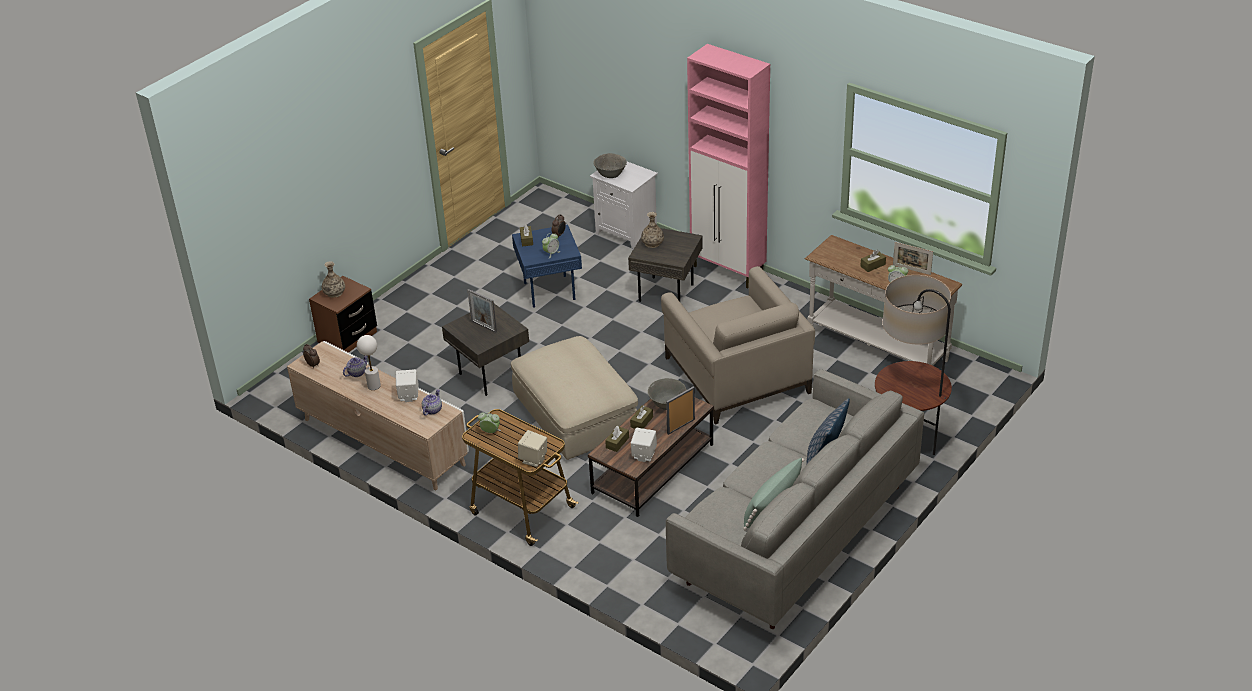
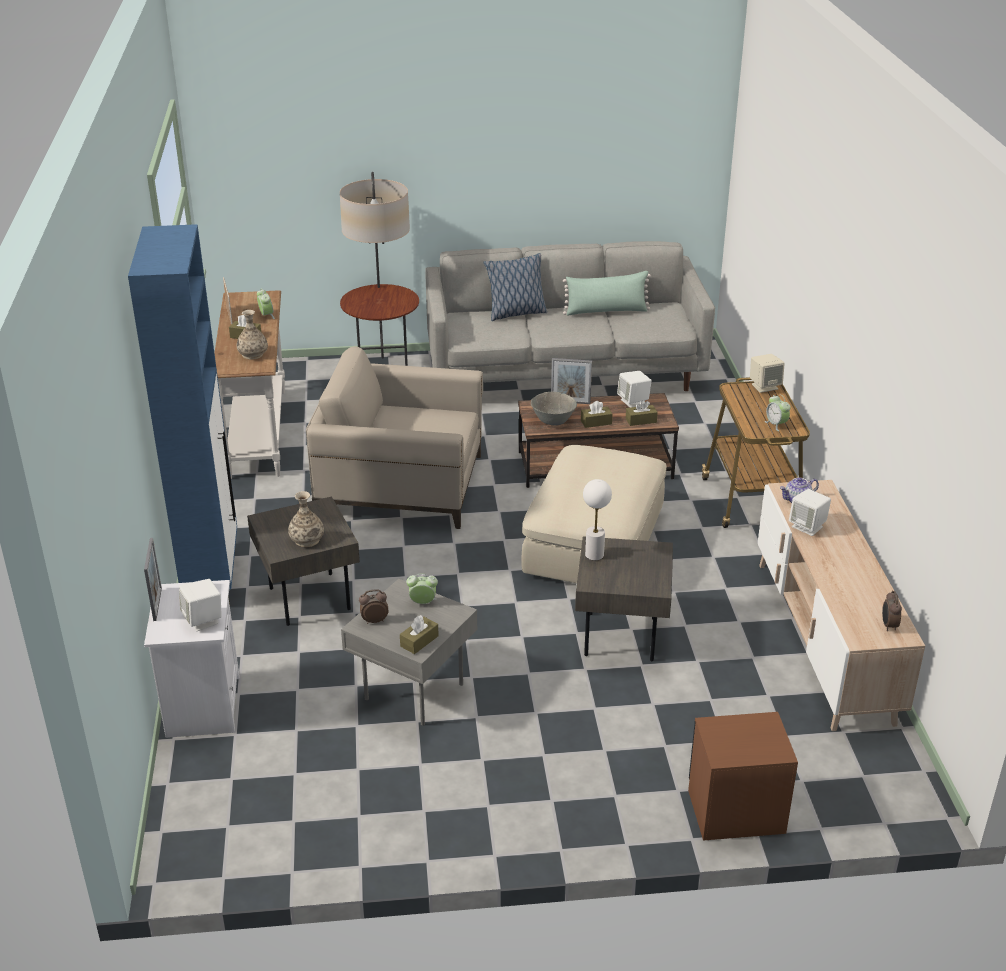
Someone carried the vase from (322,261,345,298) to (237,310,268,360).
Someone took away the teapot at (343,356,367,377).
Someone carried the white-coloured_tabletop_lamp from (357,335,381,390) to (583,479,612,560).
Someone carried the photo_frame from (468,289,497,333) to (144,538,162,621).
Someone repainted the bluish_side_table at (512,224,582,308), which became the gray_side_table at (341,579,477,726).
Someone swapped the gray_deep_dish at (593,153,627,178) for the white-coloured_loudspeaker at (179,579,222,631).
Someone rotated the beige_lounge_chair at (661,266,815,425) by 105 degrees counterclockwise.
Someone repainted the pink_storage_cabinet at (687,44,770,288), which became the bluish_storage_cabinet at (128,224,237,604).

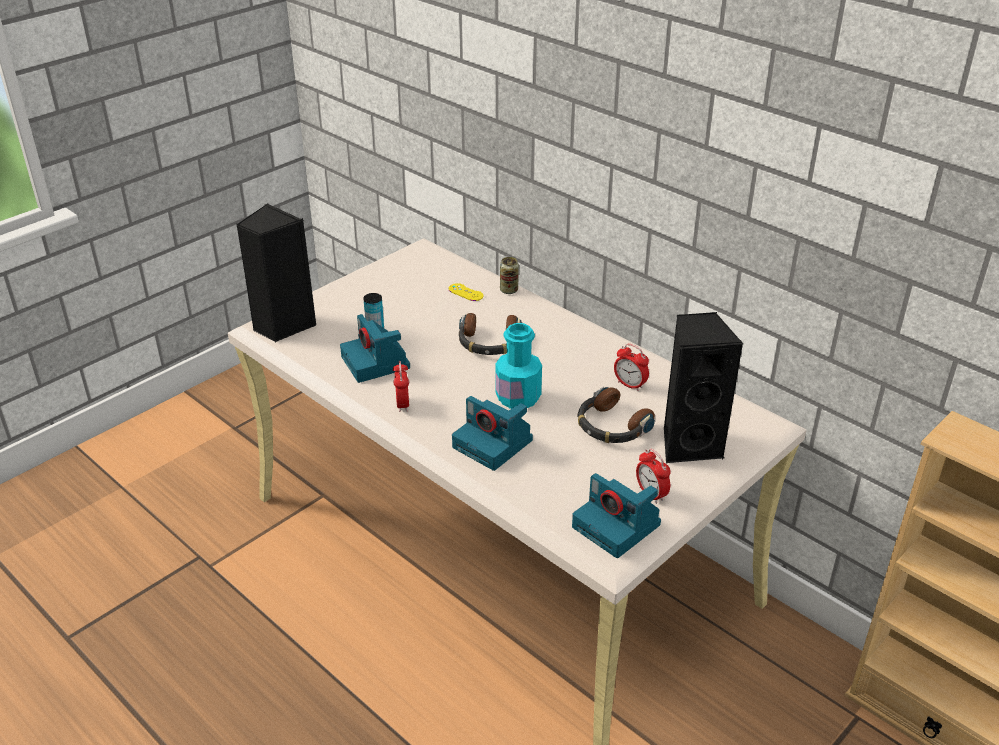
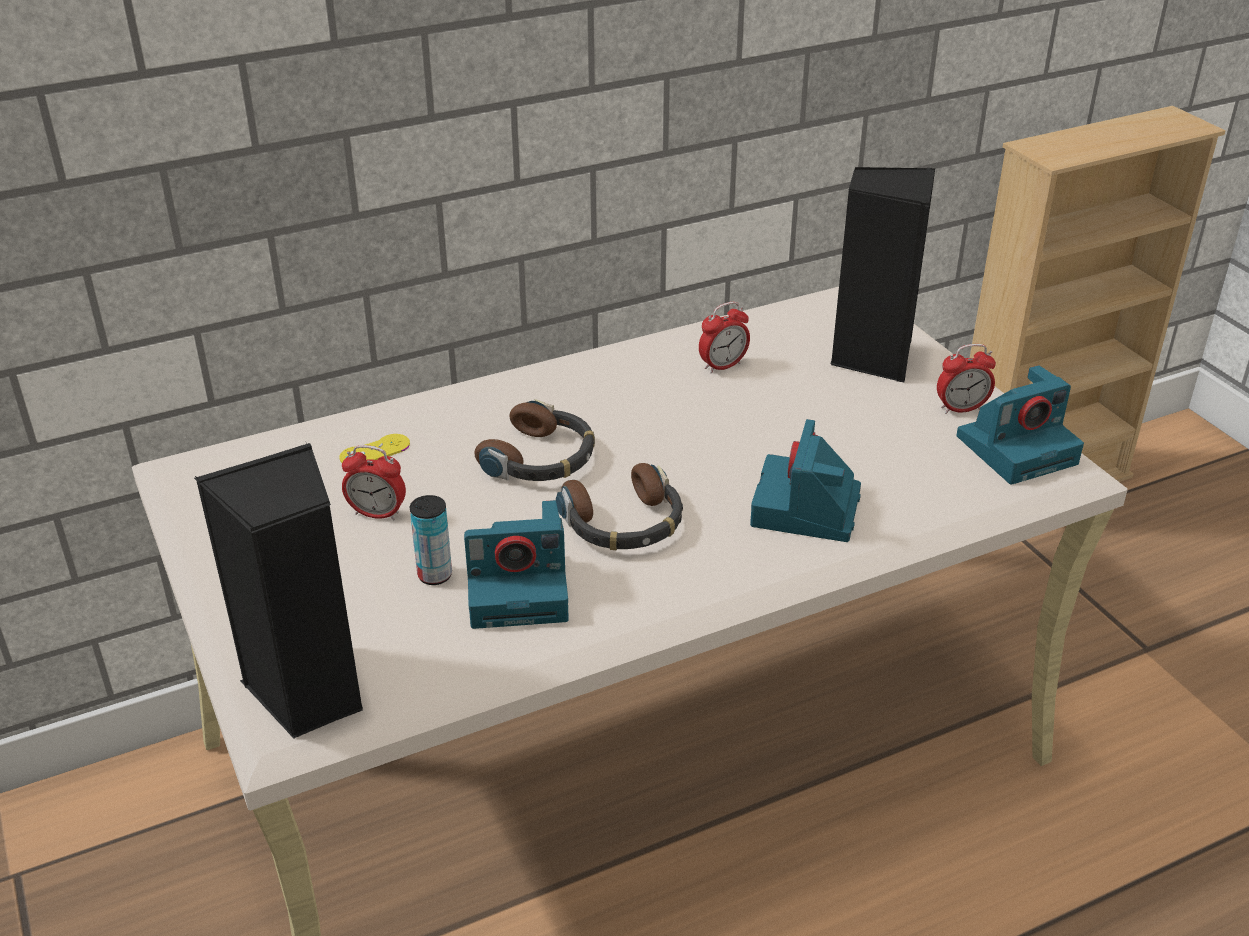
Someone carried the table_clock from (393,361,409,412) to (342,445,406,520).
Someone rotated the photo_camera at (452,396,533,471) by 135 degrees clockwise.
Someone took away the turquoise-coloured_beverage_bottle at (496,323,542,409).
Someone took away the can at (500,257,519,294).
Someone carried the headset from (578,387,655,443) to (556,463,683,551).

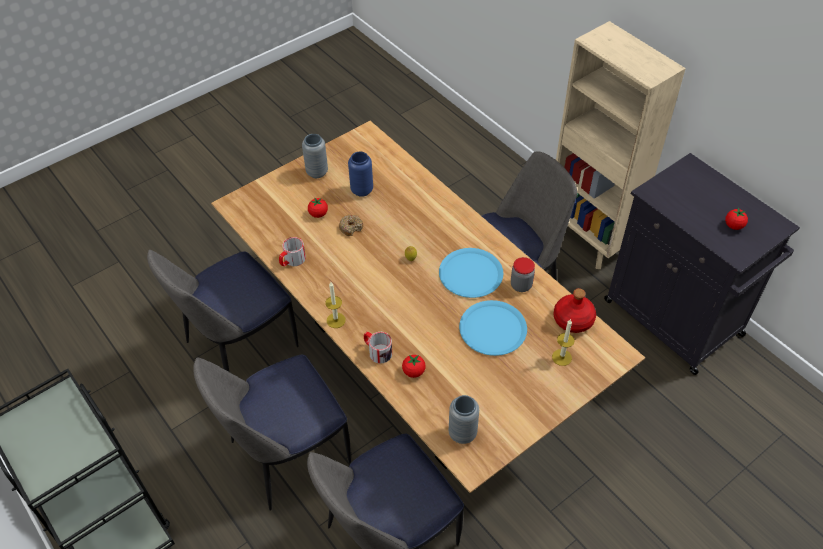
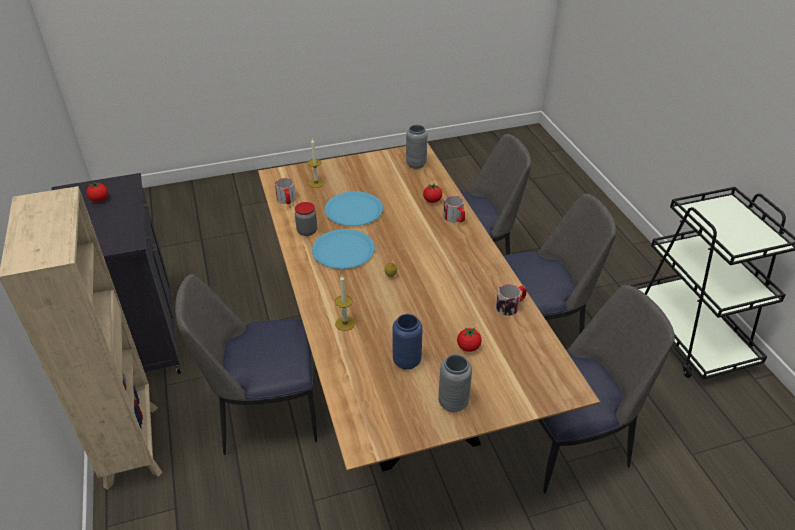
Someone carried the wax_light from (325,282,346,328) to (335,275,355,331).
Someone took away the doughnut at (339,215,363,236).
Someone swapped the reddish_beverage_bottle at (554,288,596,333) for the coffee_mug at (275,178,296,204).

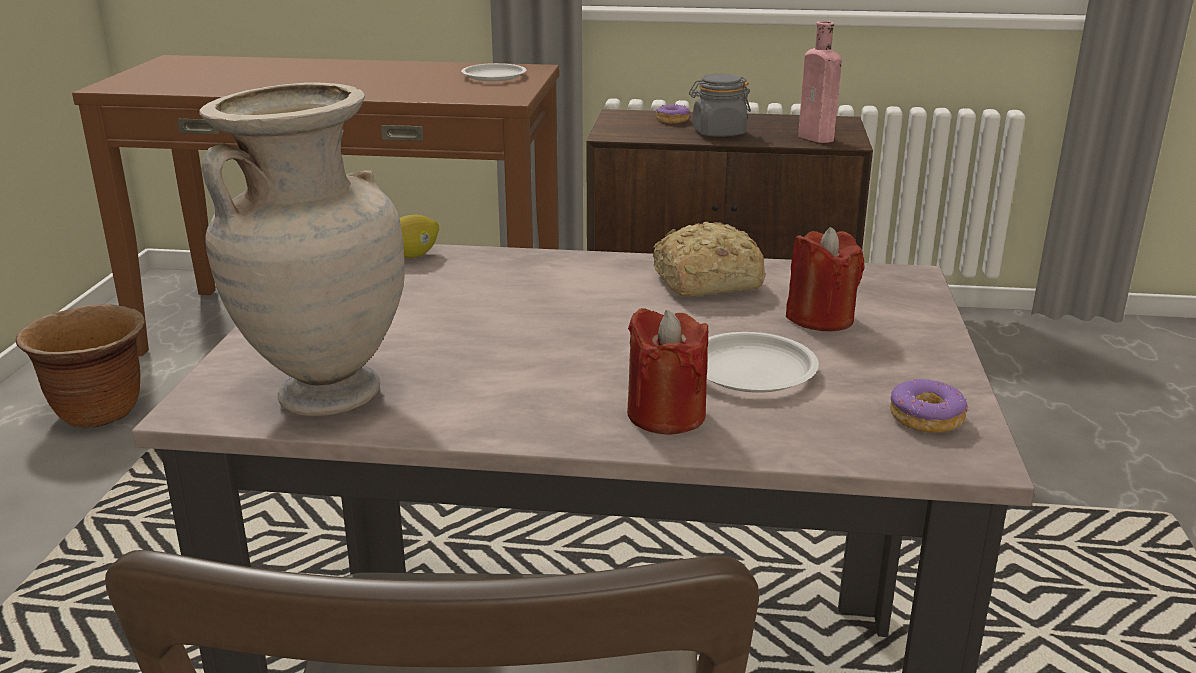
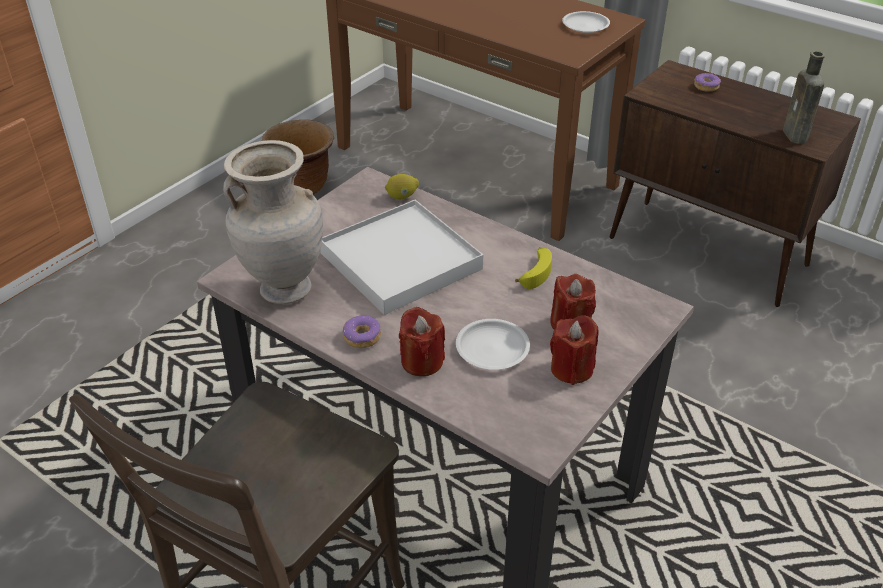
Someone swapped the bread at (653,222,766,297) for the banana at (515,247,552,289).
Someone took away the gray_preserve_jar at (689,74,751,137).
Someone repainted the pink_beverage_bottle at (798,21,842,143), which became the brown_beverage_bottle at (783,51,825,144).
Someone carried the doughnut from (890,379,969,433) to (343,316,381,348).
Someone put down the white-coloured_carrying_tray at (320,200,483,315).
Someone put down the reddish_wax_light at (550,315,598,385).

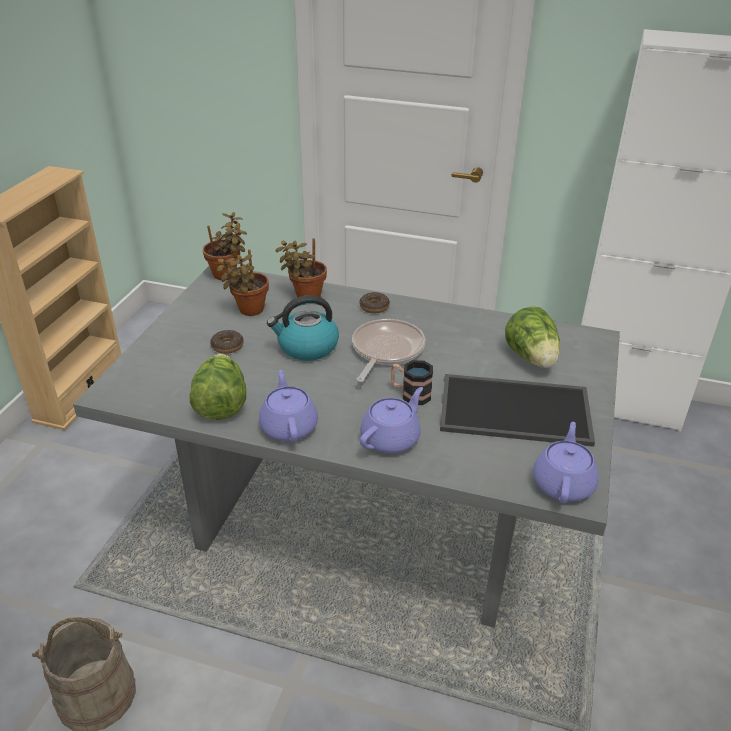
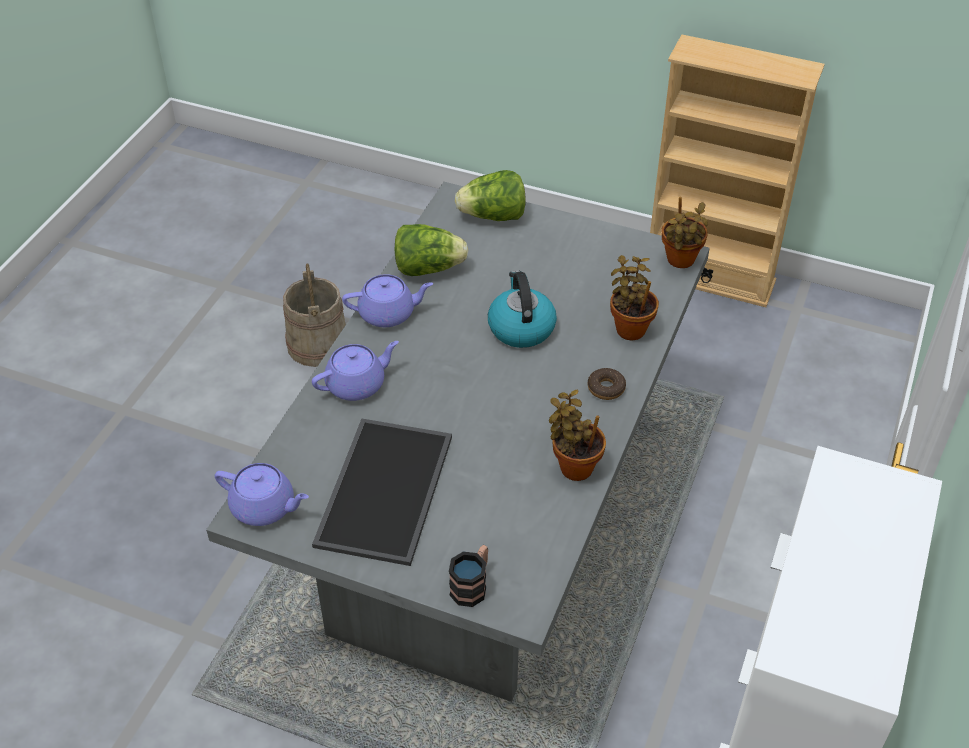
Someone took away the doughnut at (210,330,244,354).
Someone carried the plant_in_a_pot from (217,249,269,316) to (549,389,606,481).
Someone took away the frying_pan at (352,319,425,382).
Someone rotated the purplish_teapot at (360,387,423,454) by 75 degrees counterclockwise.
Someone carried the coffee_mug from (391,360,433,405) to (449,545,488,607).
Someone carried the lettuce from (505,306,560,368) to (455,170,526,221).

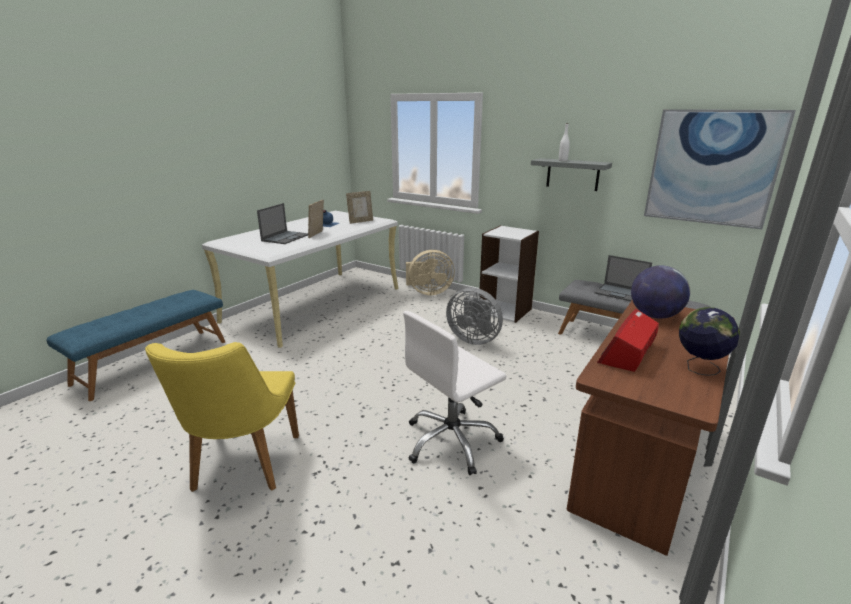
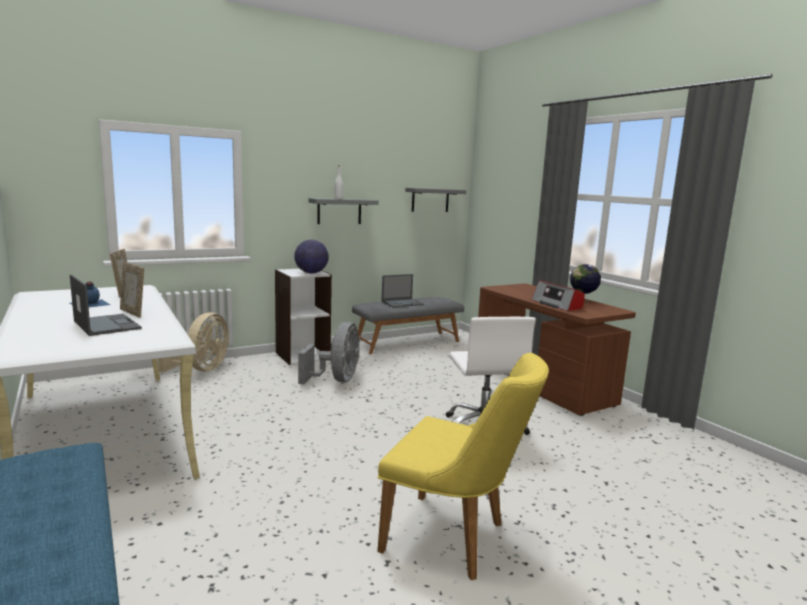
Someone rotated the gray_cooling_fan at (446,288,503,345) by 45 degrees counterclockwise.
Someone carried the desk_globe from (631,265,690,319) to (294,240,329,273).
Someone swapped the wall_art at (644,109,796,229) for the gray_wall_shelf at (405,188,467,212).

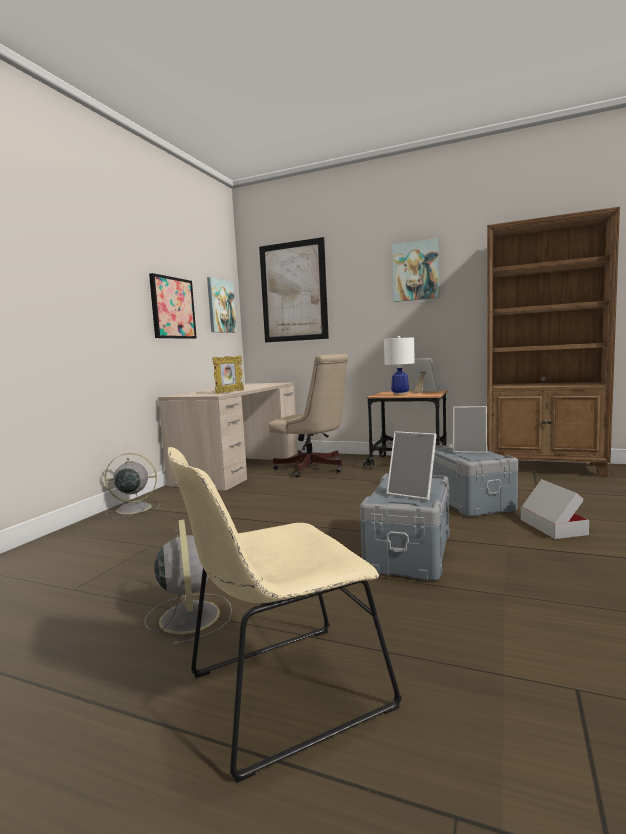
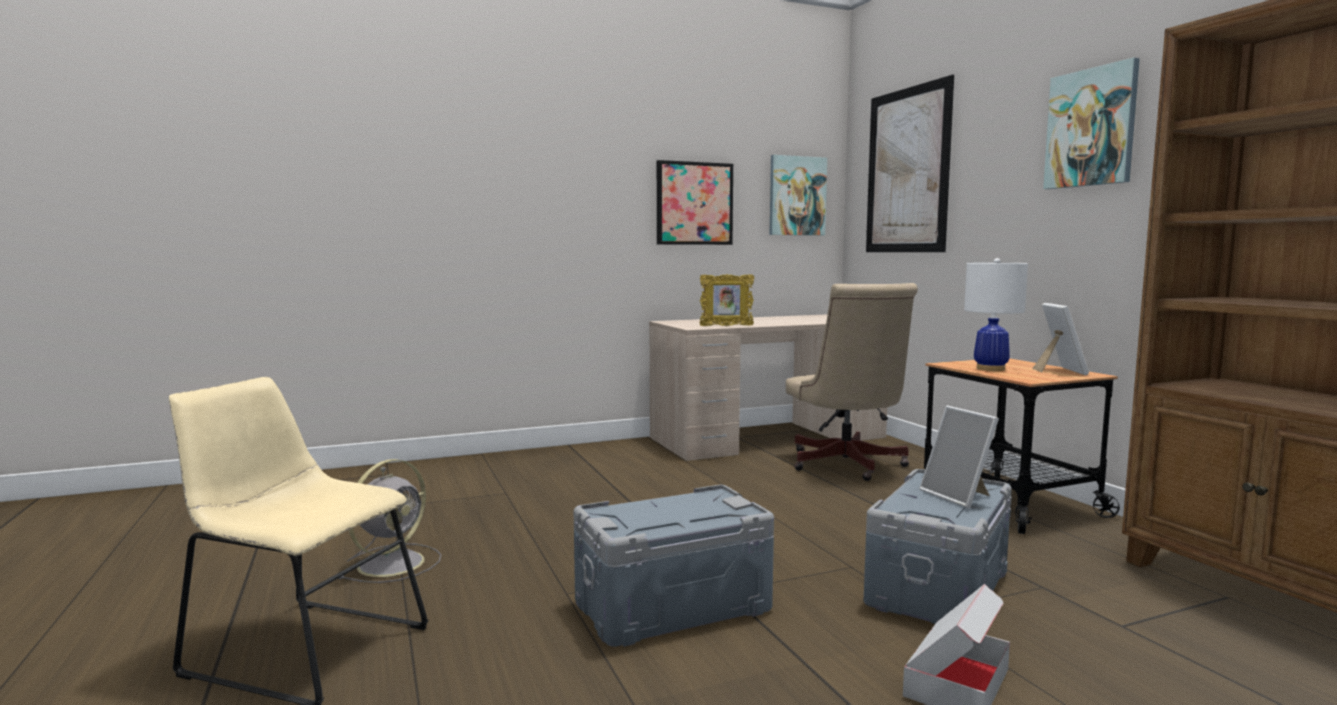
Someone took away the gray_cooling_fan at (105,453,160,518).
Someone took away the photo_frame at (386,431,437,501).

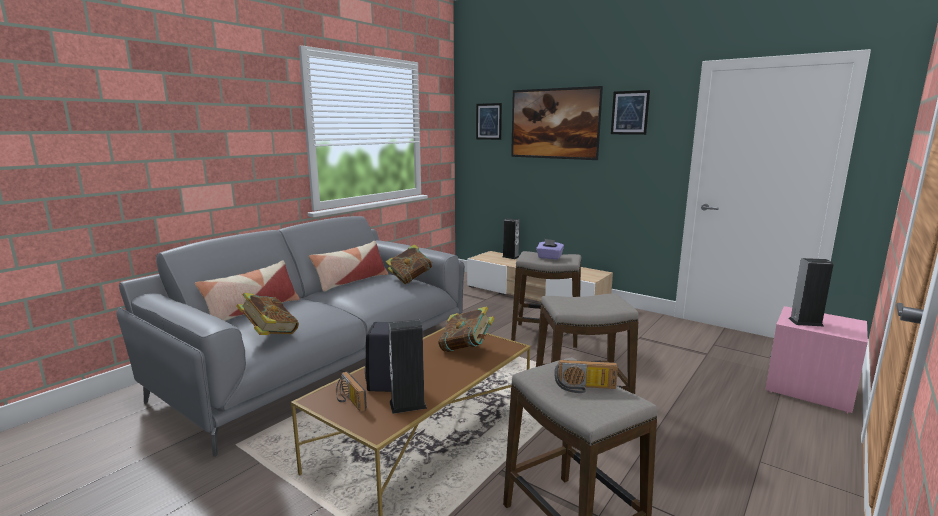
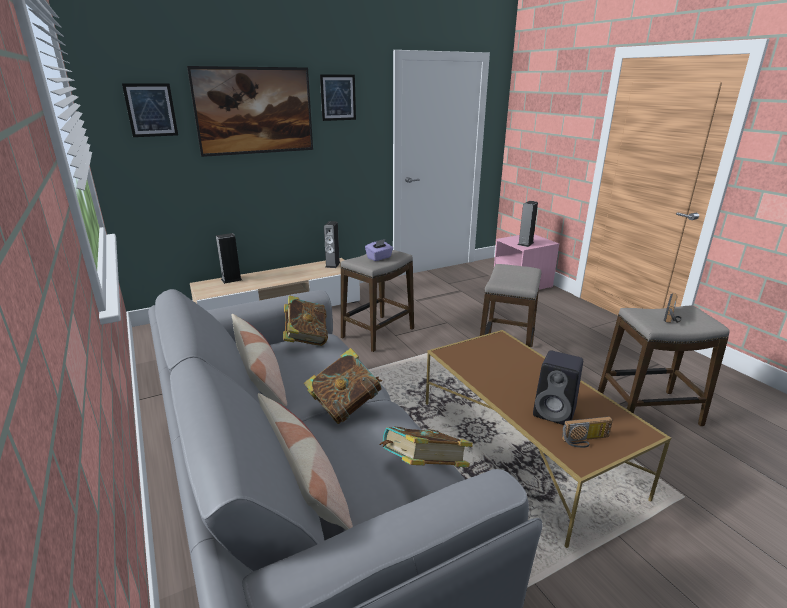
Someone carried the loudspeaker from (388,319,427,414) to (324,221,341,268).
Someone carried the book from (438,306,494,352) to (304,348,382,424).

